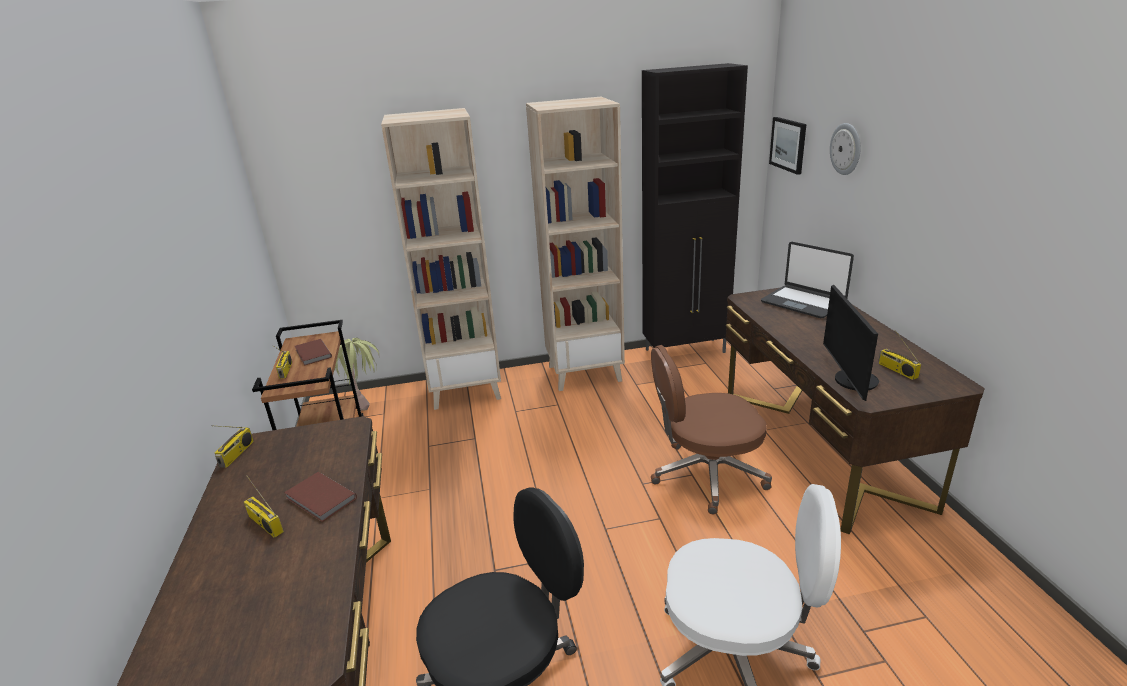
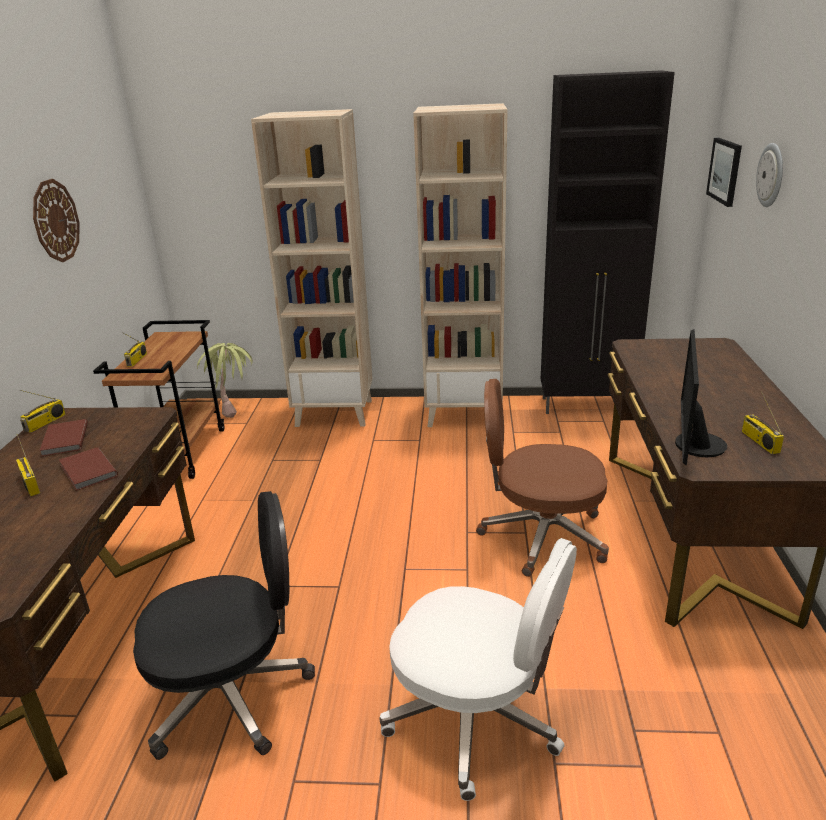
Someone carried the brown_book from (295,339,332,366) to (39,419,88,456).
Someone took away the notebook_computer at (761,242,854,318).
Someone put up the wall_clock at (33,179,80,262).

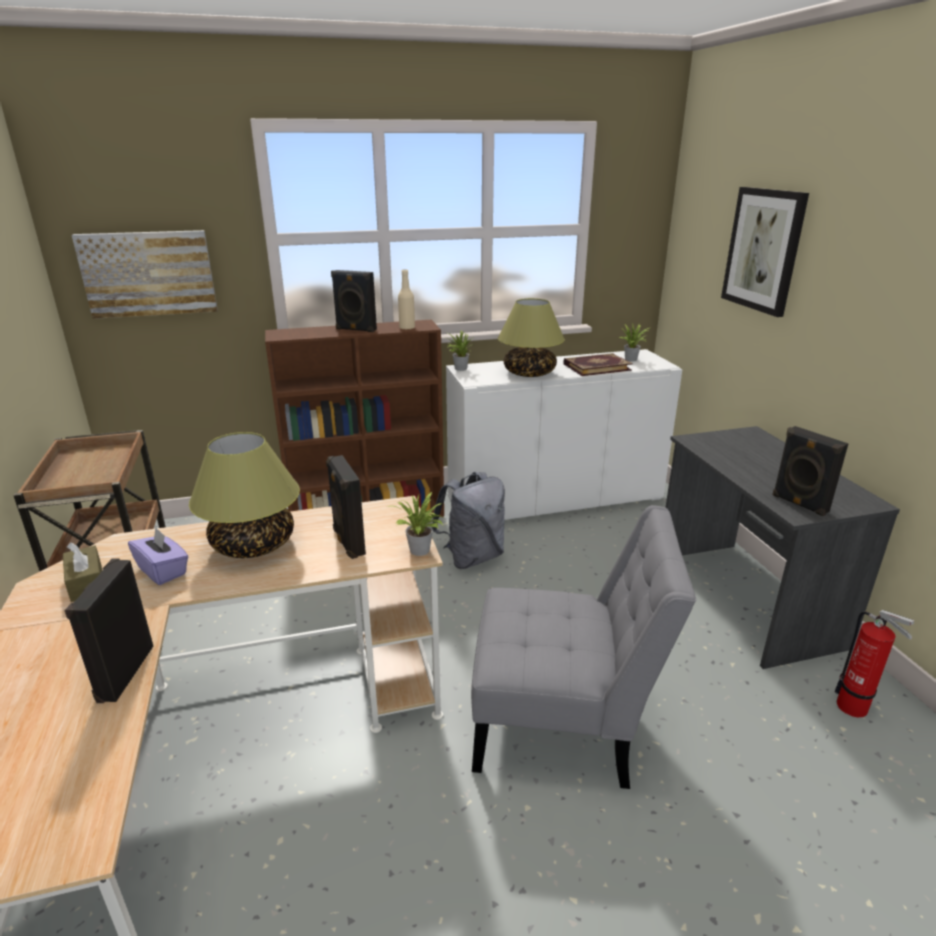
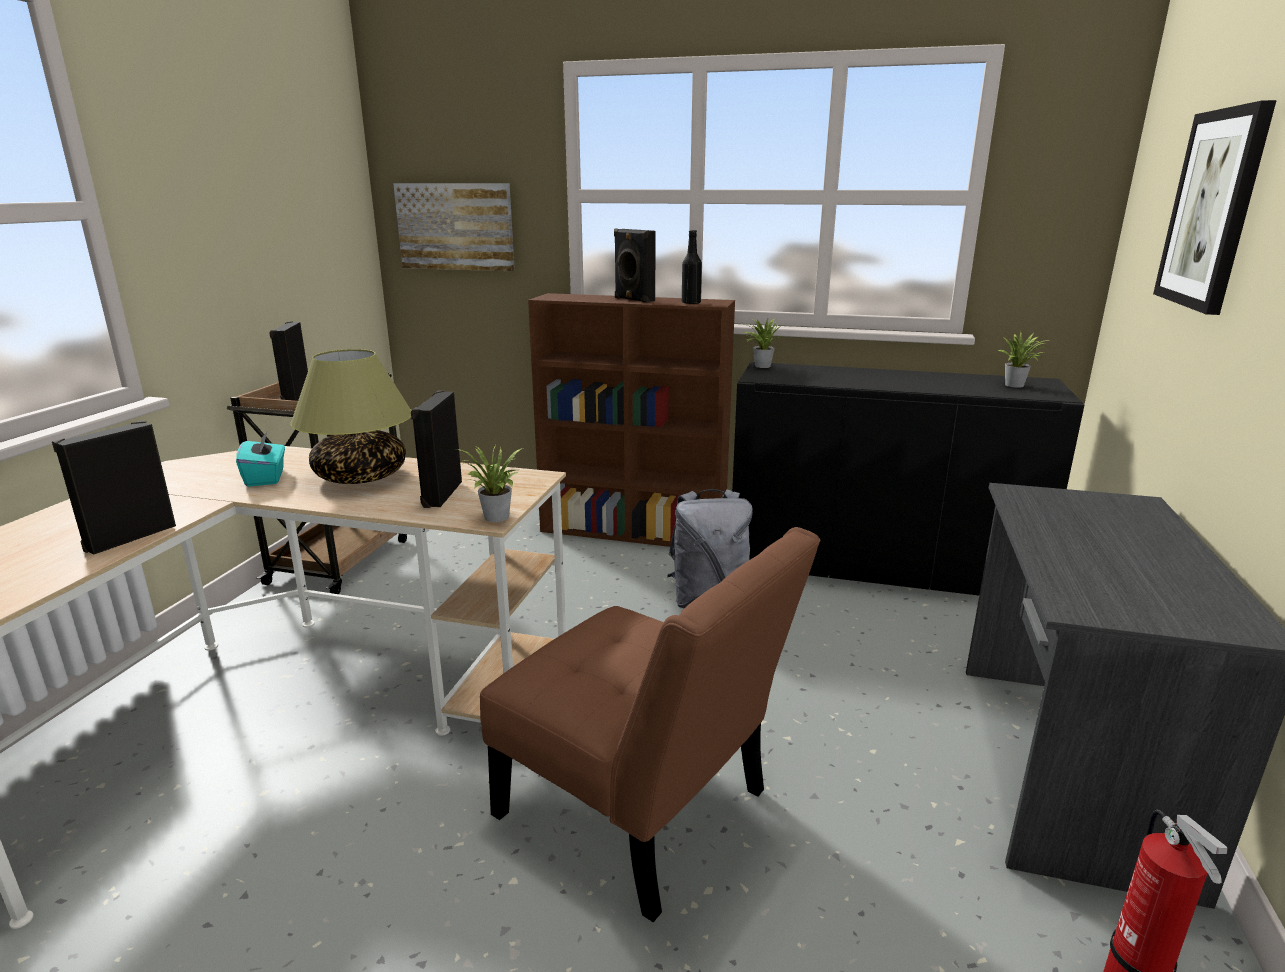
Someone took away the brown_box_of_tissues at (63,543,102,602).
Someone repainted the purplish_box_of_tissues at (128,528,188,585), which became the turquoise-coloured_box_of_tissues at (236,430,285,487).
Someone repainted the beige_beverage_bottle at (398,269,415,329), which became the black-coloured_beverage_bottle at (682,230,702,304).
Someone repainted the white-coloured_storage_cabinet at (446,349,683,520), which became the black-coloured_storage_cabinet at (732,362,1084,595).
Someone repainted the gray_upright_chair at (471,505,696,789), which became the brown_upright_chair at (480,527,820,922).
Someone took away the tabletop_lamp at (498,298,565,377).
Someone took away the book at (563,353,633,376).
Someone carried the black-coloured_loudspeaker from (772,426,849,516) to (269,321,308,401).

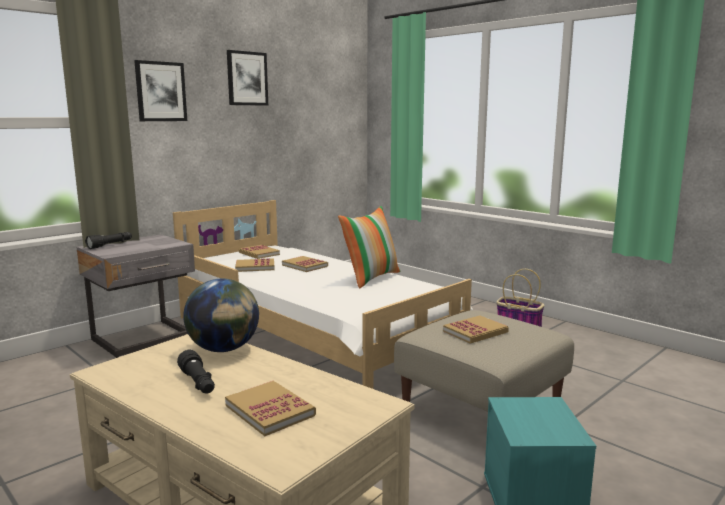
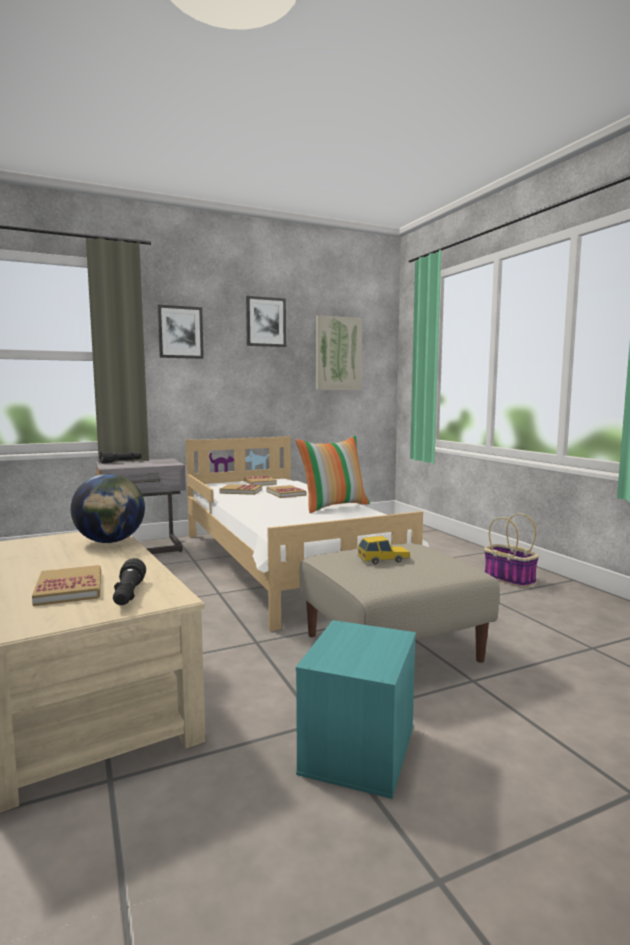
Someone carried the black-coloured_hand_torch from (177,349,215,393) to (113,558,146,605).
Someone swapped the book at (443,315,509,344) for the model_car at (358,536,410,565).
Someone put up the wall_art at (316,315,362,390).

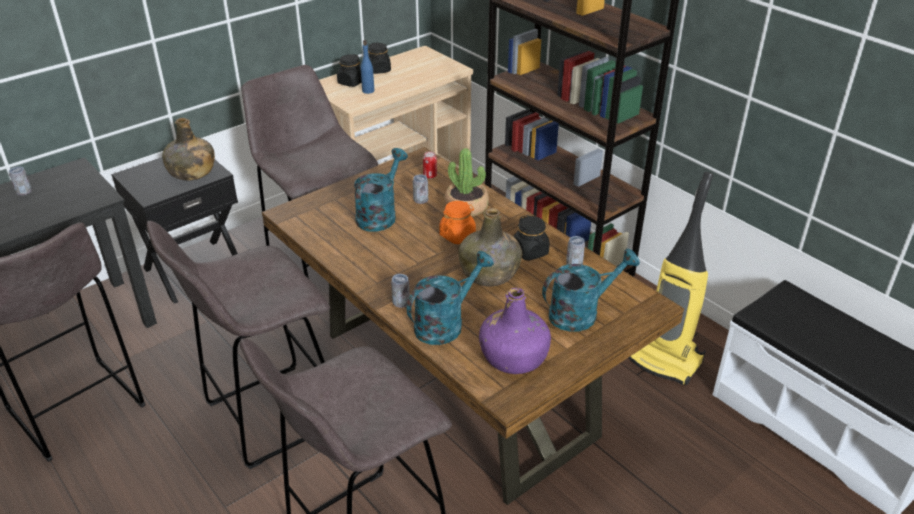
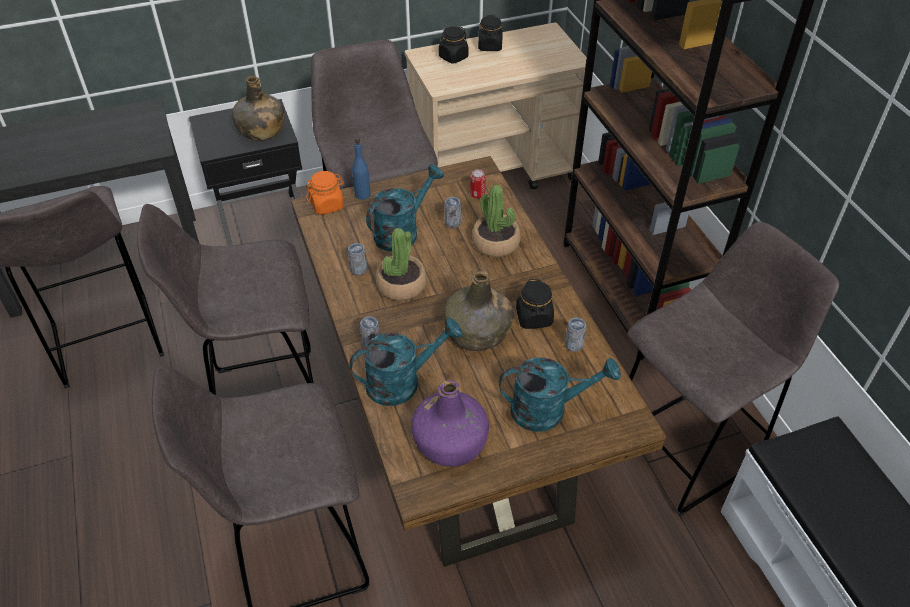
Someone carried the can from (9,166,32,196) to (348,243,367,276).
Someone carried the bluish_beverage_bottle from (361,40,374,94) to (352,138,371,200).
Someone carried the orangey_preserve_jar from (439,201,476,244) to (306,171,344,215).
Someone swapped the vacuum at (628,172,714,385) for the gray_stool_seat at (627,222,839,516).
Someone put down the plant_in_a_pot at (375,228,427,301).

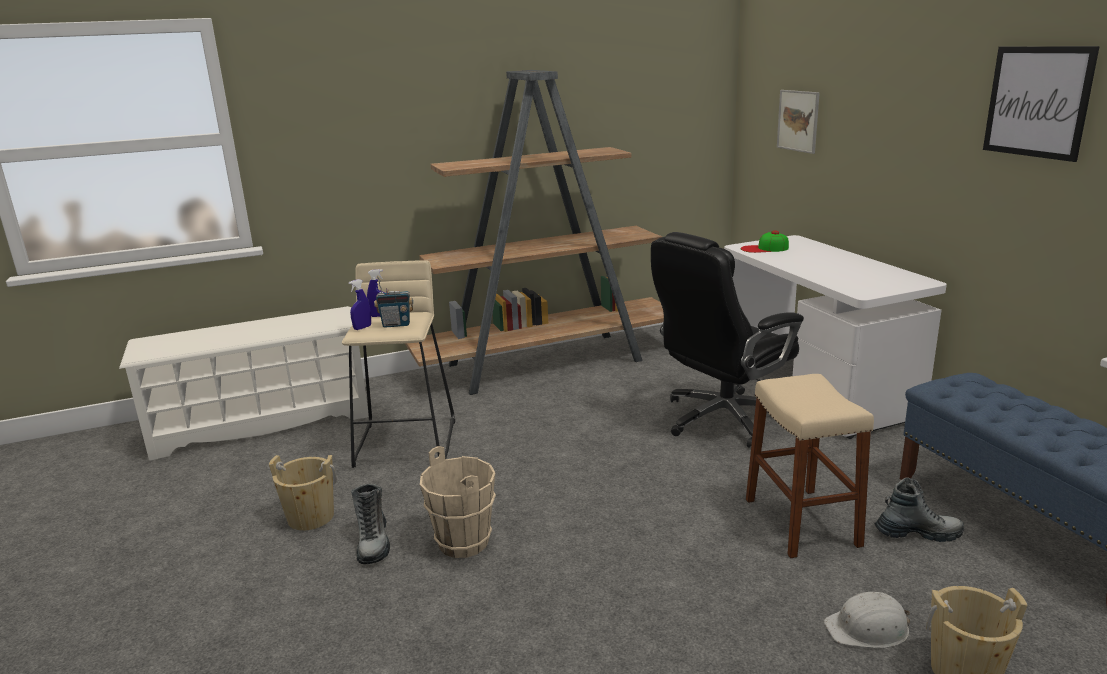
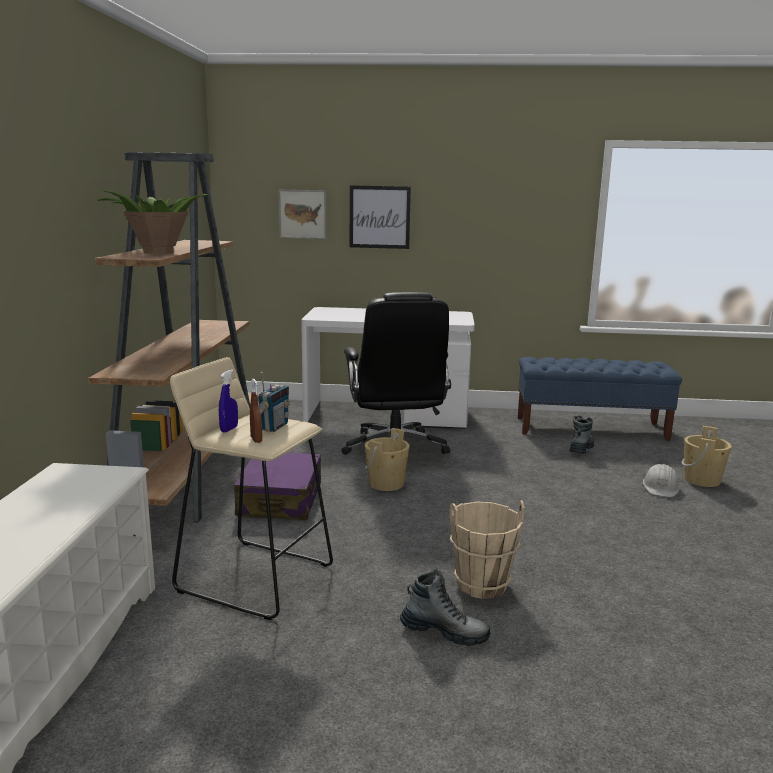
Someone carried the beige_water_bucket from (269,455,337,530) to (365,428,409,491).
Someone repainted the bluish_spray_bottle at (349,279,371,330), which became the brown_spray_bottle at (250,379,262,443).
Someone took away the baseball_cap at (741,231,789,253).
Someone took away the beige_stool_seat at (746,374,874,558).
Someone carried the wall_art from (983,46,1100,162) to (350,185,411,249).
Someone put down the plant_in_a_pot at (97,190,208,254).
Someone put down the purplish_suitcase at (234,452,321,520).

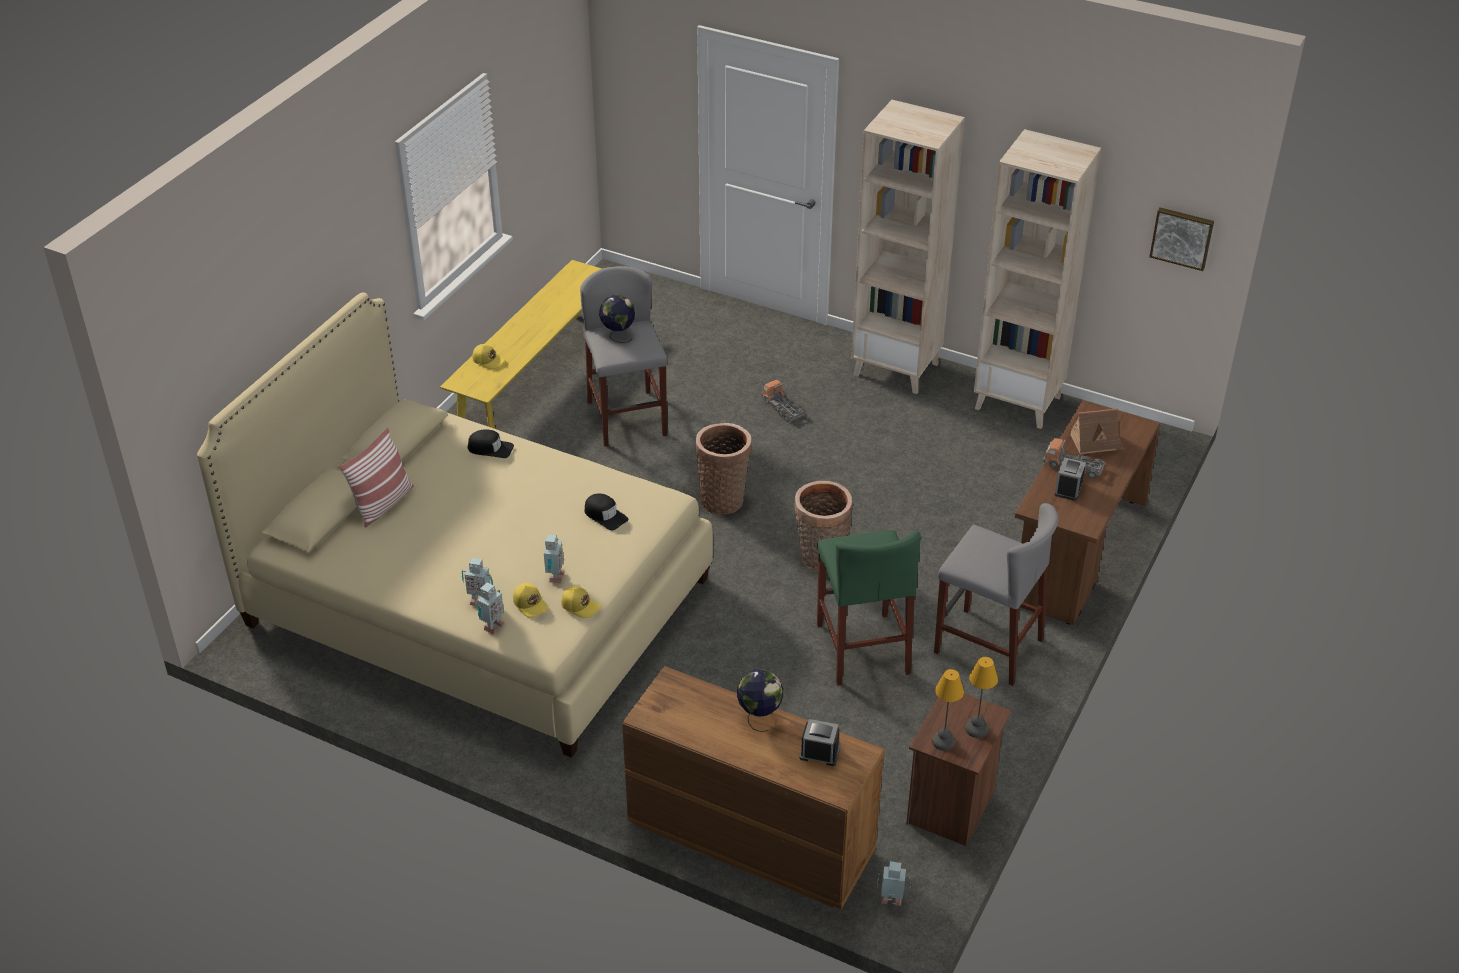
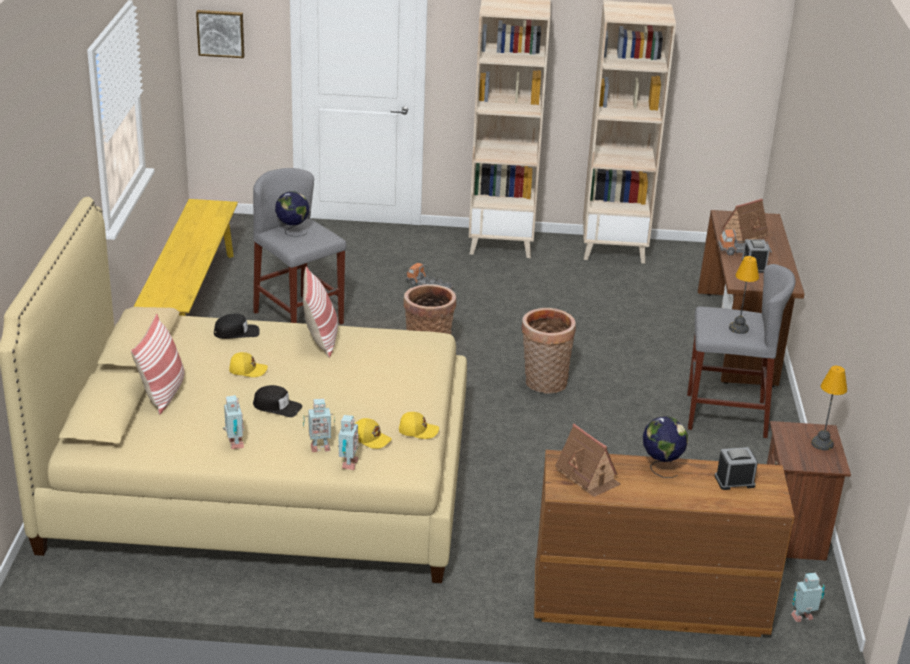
Someone carried the yellowish_baseball_cap from (472,344,505,369) to (229,352,268,377).
Someone carried the model_robot from (544,534,565,584) to (223,395,244,449).
Someone carried the black-coloured_baseball_cap from (585,494,628,531) to (253,385,303,417).
Someone took away the greenish_stool_seat at (817,530,921,686).
Someone carried the tabletop_lamp from (932,669,964,751) to (729,256,759,334).
Someone carried the wall_art from (1149,208,1214,271) to (196,10,244,58).
Someone put down the cushion at (303,266,338,358).
Someone put down the toy_house at (555,424,621,497).

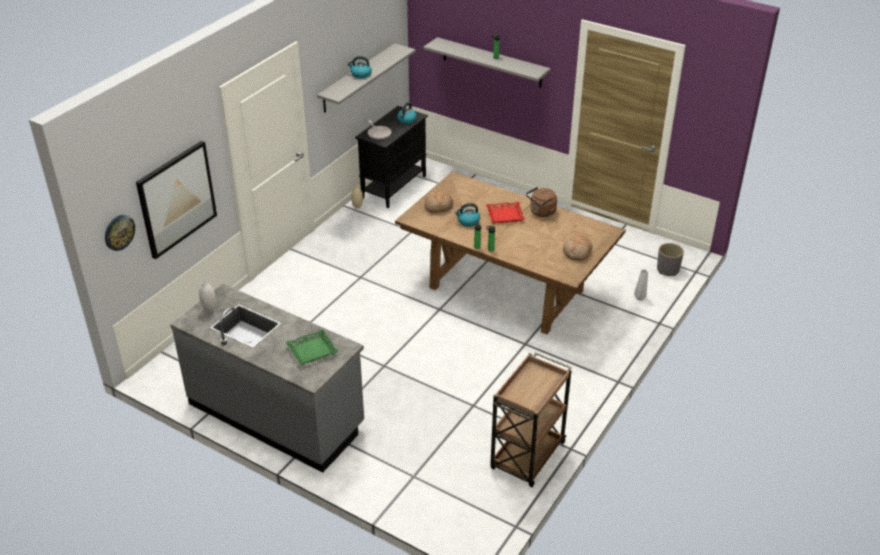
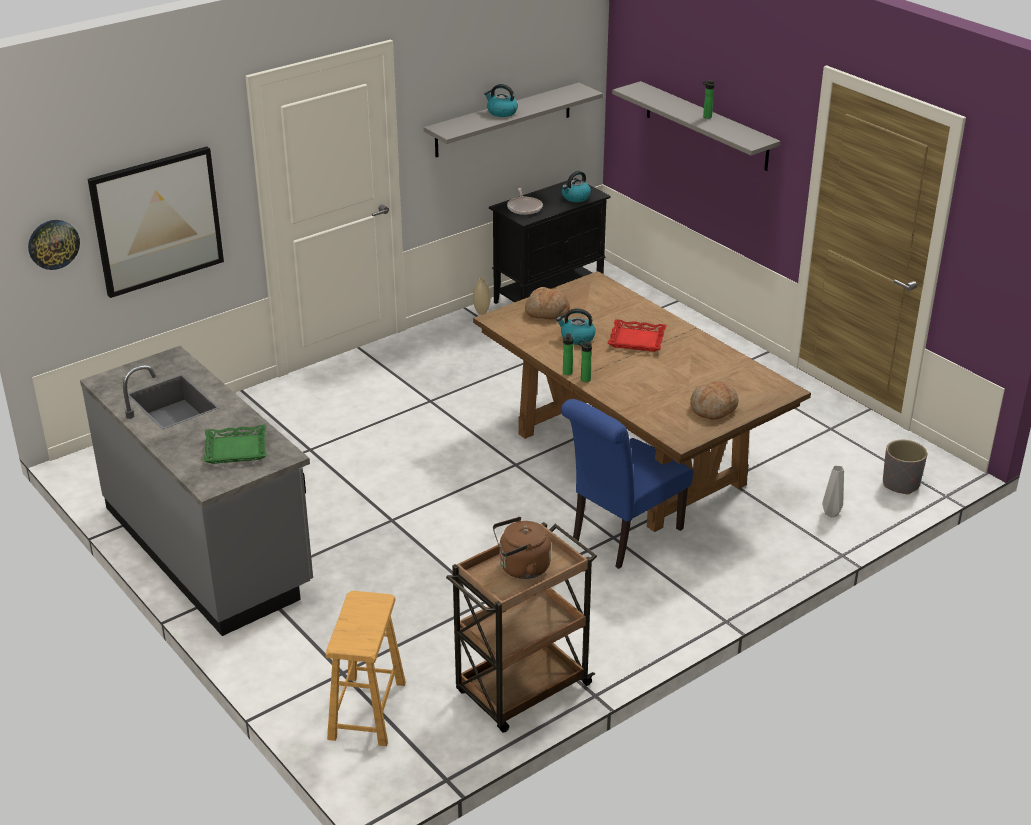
Someone took away the white-coloured_vase at (199,281,216,312).
Someone carried the brown_water_kettle from (526,187,557,217) to (493,517,551,579).
Someone put down the brown_stool_seat at (326,591,406,746).
Someone put down the bluish_upright_chair at (561,399,693,569).

